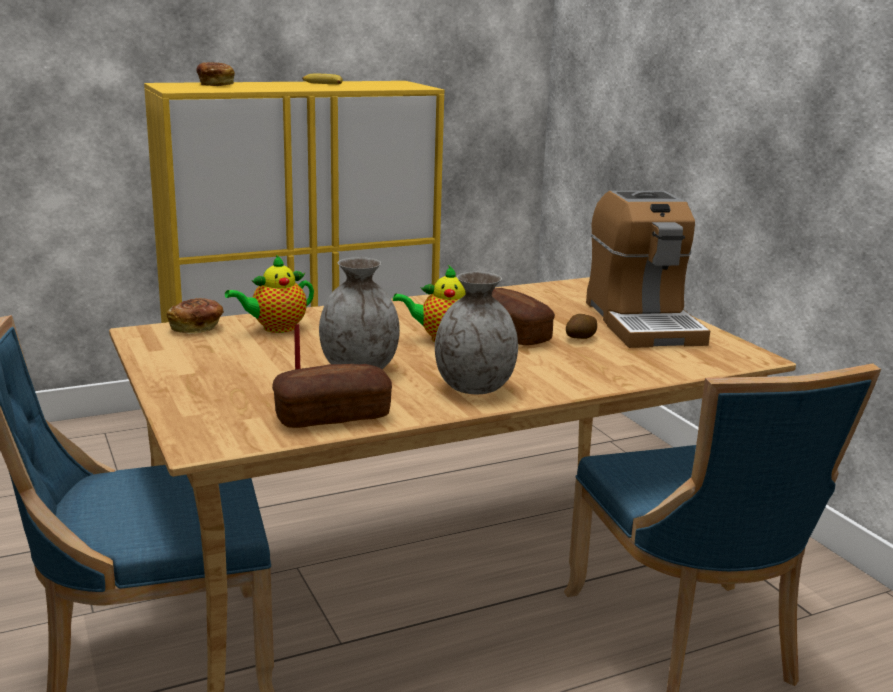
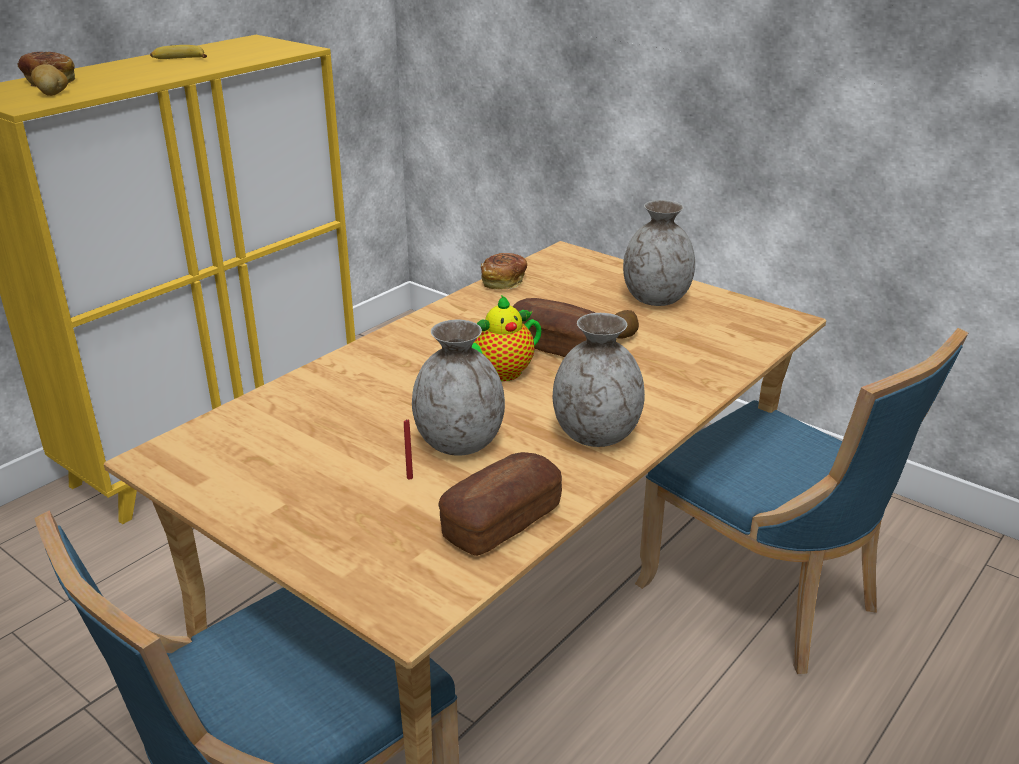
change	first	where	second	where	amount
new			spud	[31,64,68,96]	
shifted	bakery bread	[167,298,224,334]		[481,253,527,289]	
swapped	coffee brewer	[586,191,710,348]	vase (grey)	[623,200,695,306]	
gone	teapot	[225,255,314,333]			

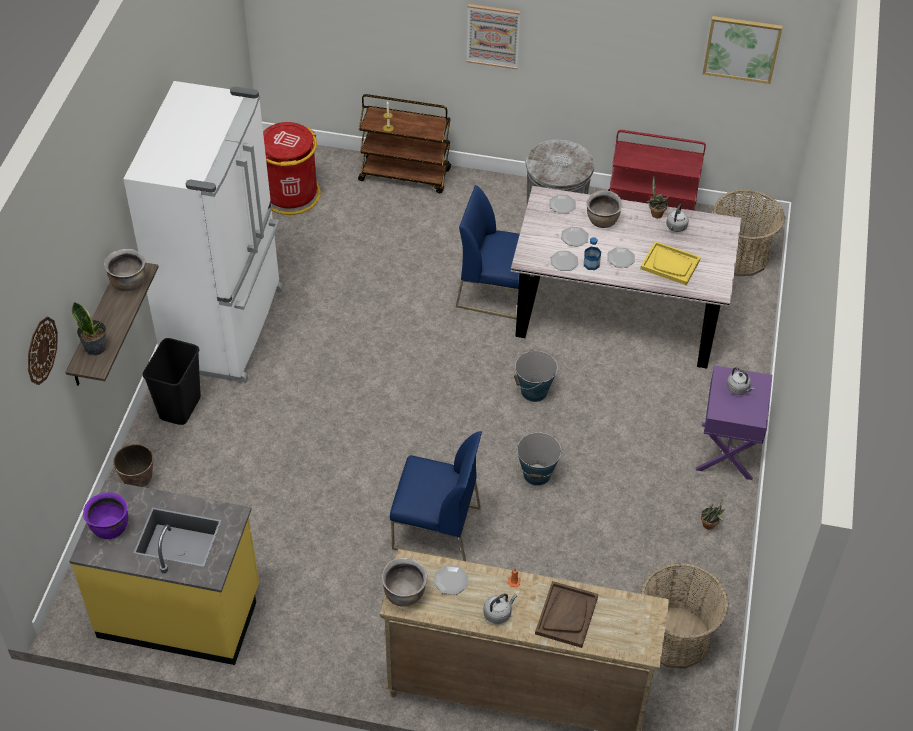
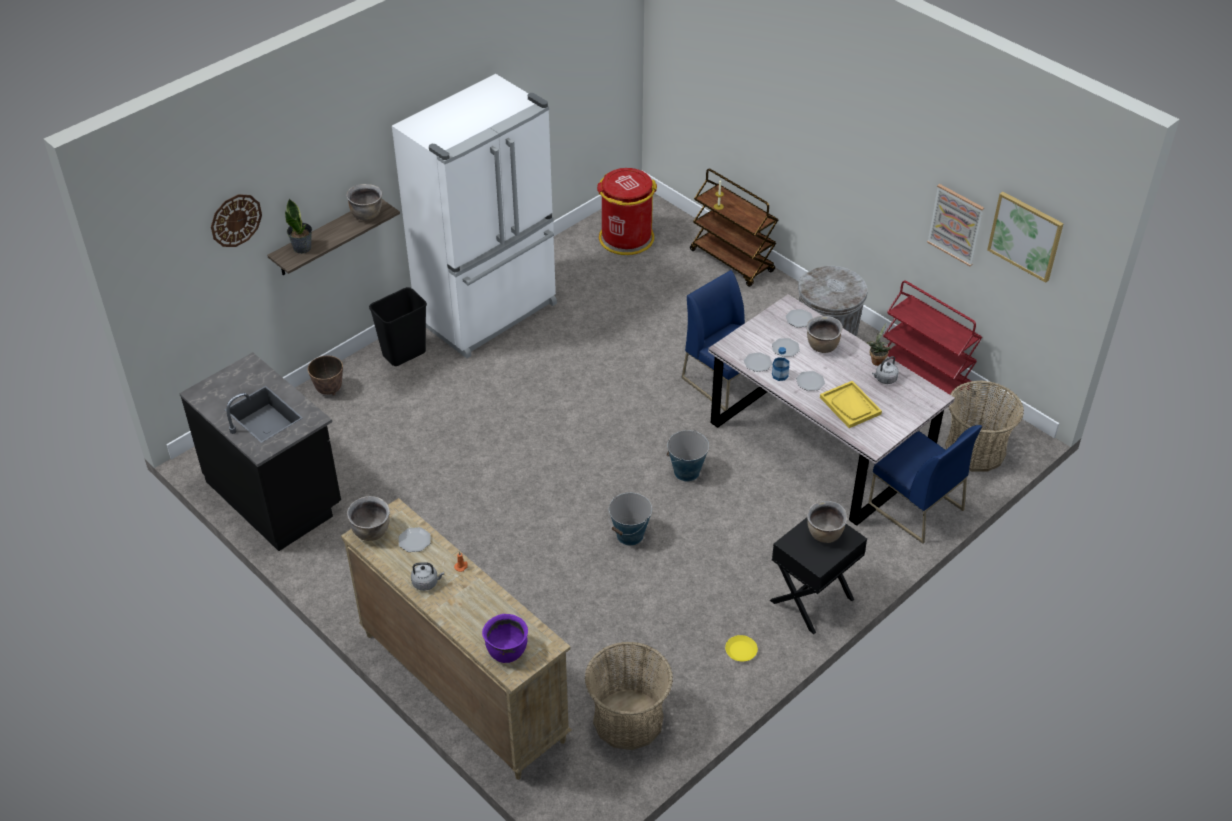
change	first	where	second	where	amount
repainted	kitchen counter (yellow)	[69,480,259,665]	kitchen counter (black)	[179,352,341,551]	
shifted	stockpot (purplish)	[83,492,128,539]		[482,614,528,663]	
swapped	potted plant	[701,500,725,530]	dinner plate (yellow)	[725,635,758,662]	
repainted	night table (purplish)	[696,365,772,480]	night table (black)	[770,518,867,634]	
swapped	water kettle (grey)	[726,367,755,395]	stockpot (brownish)	[807,500,847,543]	
shifted	plain chair (blue)	[390,431,482,561]		[868,425,982,544]	
shifted	wall art	[467,4,521,69]		[927,184,984,266]	
gone	serving tray (brownish)	[535,581,598,648]			

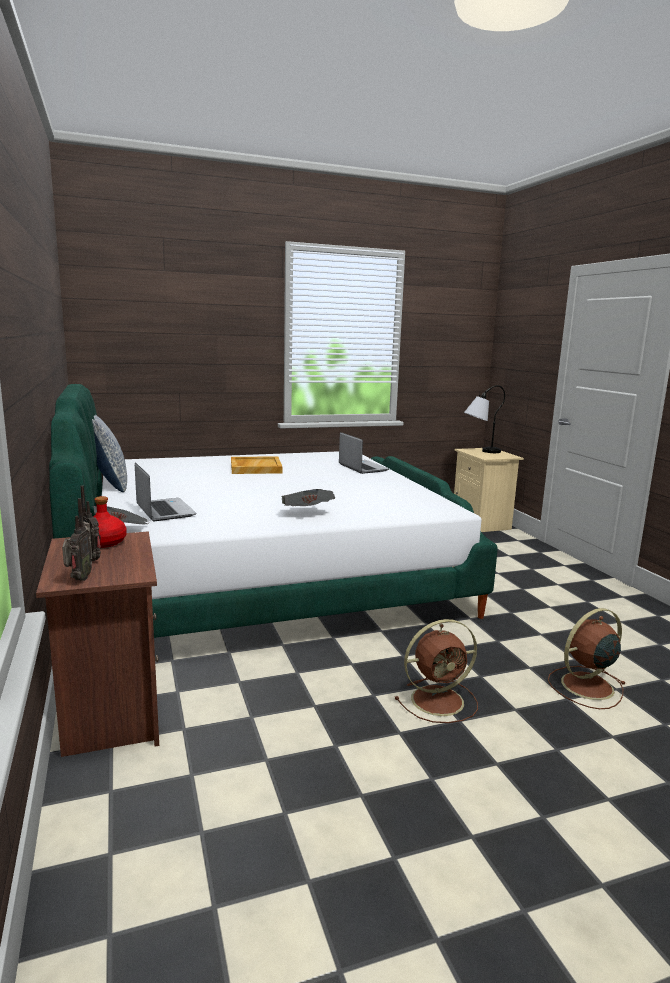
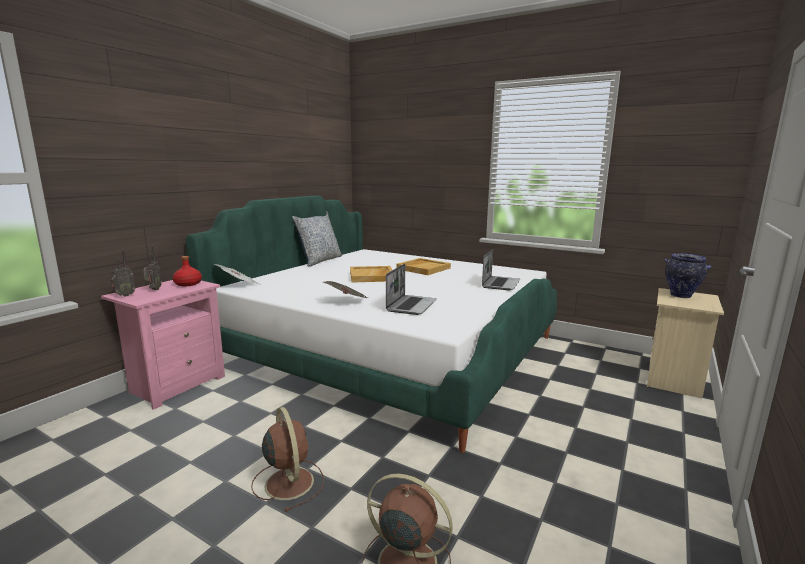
change	first	where	second	where	amount
repainted	night table (brownish)	[36,531,159,757]	night table (pink-coloured)	[101,280,225,410]	
rotated	cooling fan (brownish)	[395,619,478,723]		[251,407,324,512]	150 degrees counterclockwise
new			serving tray (beige)	[350,266,392,283]	
shifted	laptop	[135,462,196,521]		[386,264,437,315]	
swapped	tabletop lamp	[464,385,505,453]	vase	[665,253,711,298]	

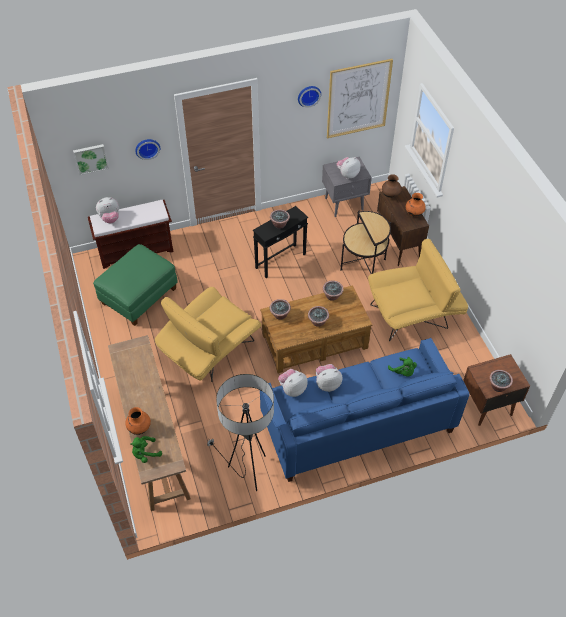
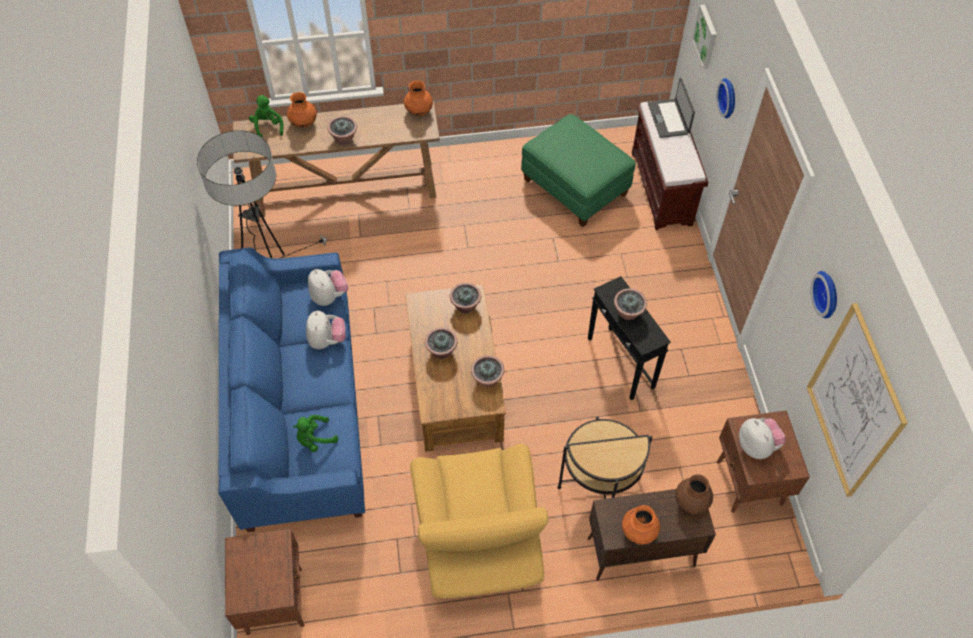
change	first	where	second	where	amount
shifted	potted plant	[489,370,513,392]		[327,116,357,145]	
new			vase (orange)	[404,80,433,116]	
swapped	soft toy	[96,197,119,223]	laptop	[648,78,695,138]	
repainted	night table (grey)	[322,157,372,217]	night table (brownish)	[717,410,810,513]	
gone	lounge chair (yellow)	[155,287,261,382]			

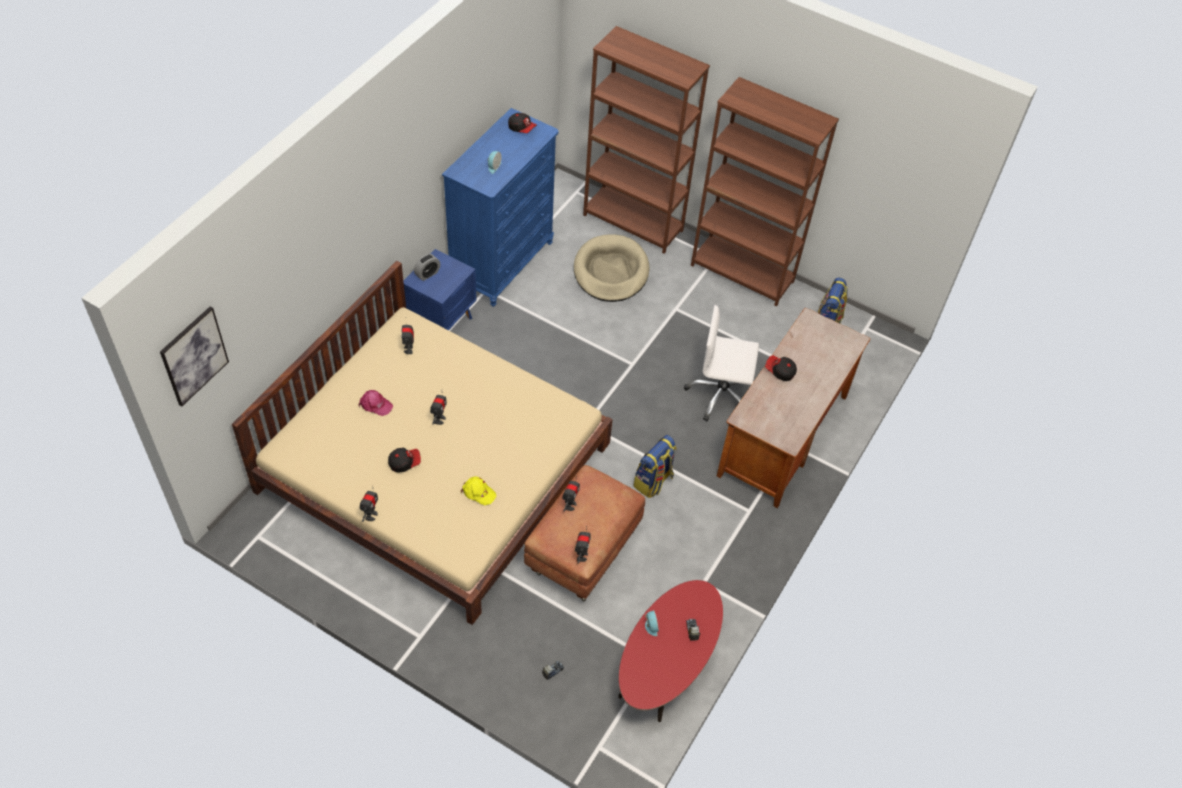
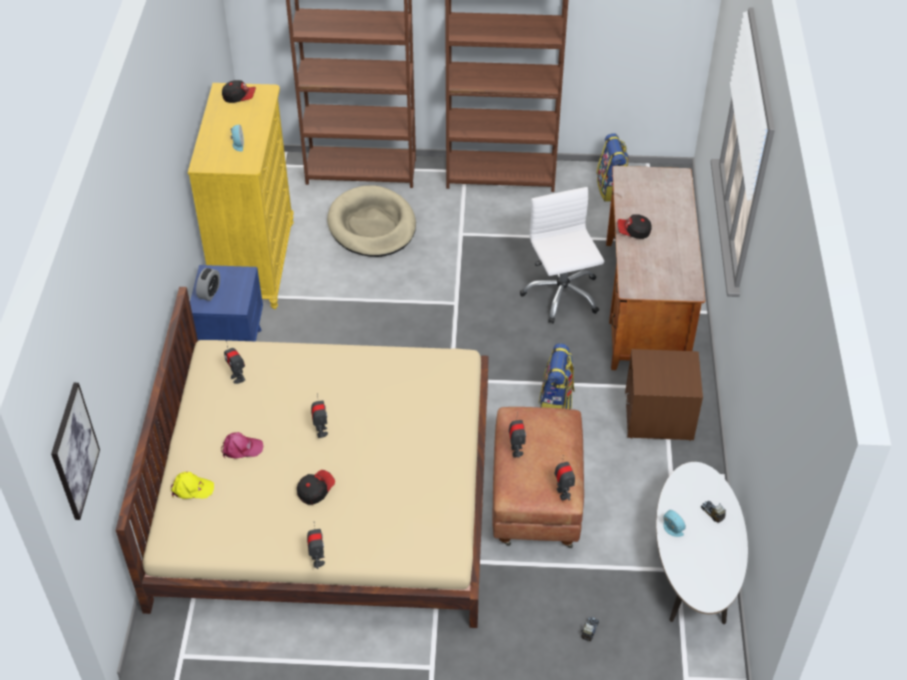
change	first	where	second	where	amount
shifted	cap (yellow)	[461,476,496,505]		[171,472,214,499]	
repainted	drawer chest (blue)	[442,108,558,307]	drawer chest (yellow)	[188,83,294,309]	
rotated	office chair (white)	[684,305,759,421]		[520,187,604,324]	90 degrees clockwise
new			night table (brownish)	[625,349,703,441]	
repainted	lounge table (reddish)	[618,580,723,722]	lounge table (white)	[656,462,748,624]	

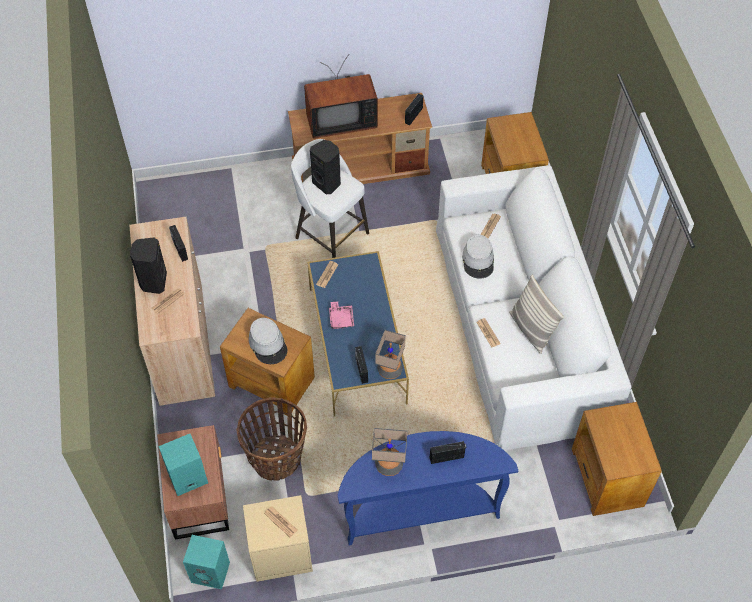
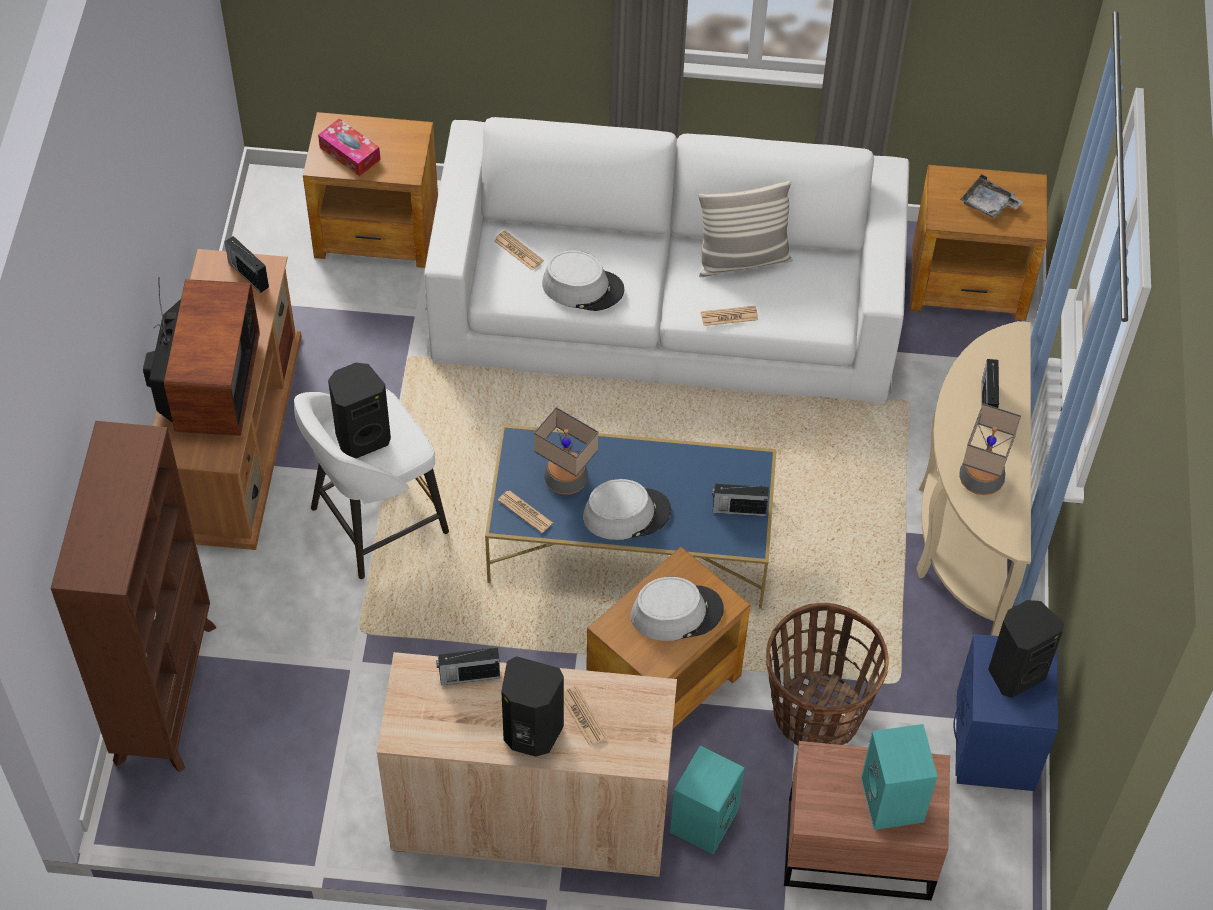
change	first	where	second	where	amount
new			bookshelf (brownish)	[51,421,216,772]	
new			tissue box	[318,118,380,176]	
shifted	tabletop lamp	[375,330,406,379]		[534,407,598,495]	
swapped	serving tray (pink-coloured)	[329,302,354,329]	wearable hat (grey)	[583,479,671,540]	
shifted	loudspeaker (turquoise)	[183,535,230,589]		[670,746,744,854]	
repainted	hall table (blue)	[338,431,518,545]	hall table (beige)	[916,321,1031,636]	
repainted	night table (beige)	[243,495,313,582]	night table (blue)	[954,634,1058,791]	
new			serving tray (grey)	[960,174,1023,218]	
swapped	daily paper	[264,507,297,537]	loudspeaker (black)	[988,600,1063,698]	

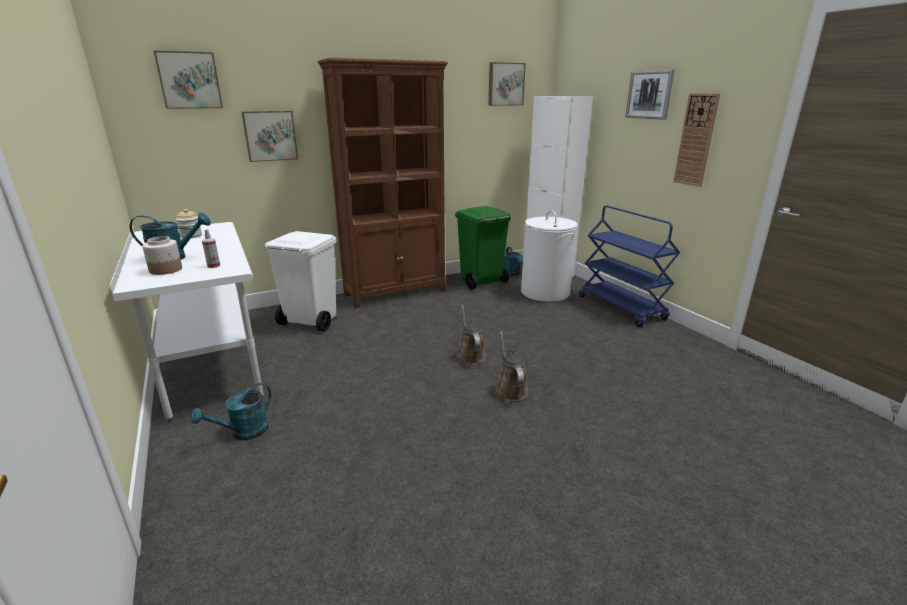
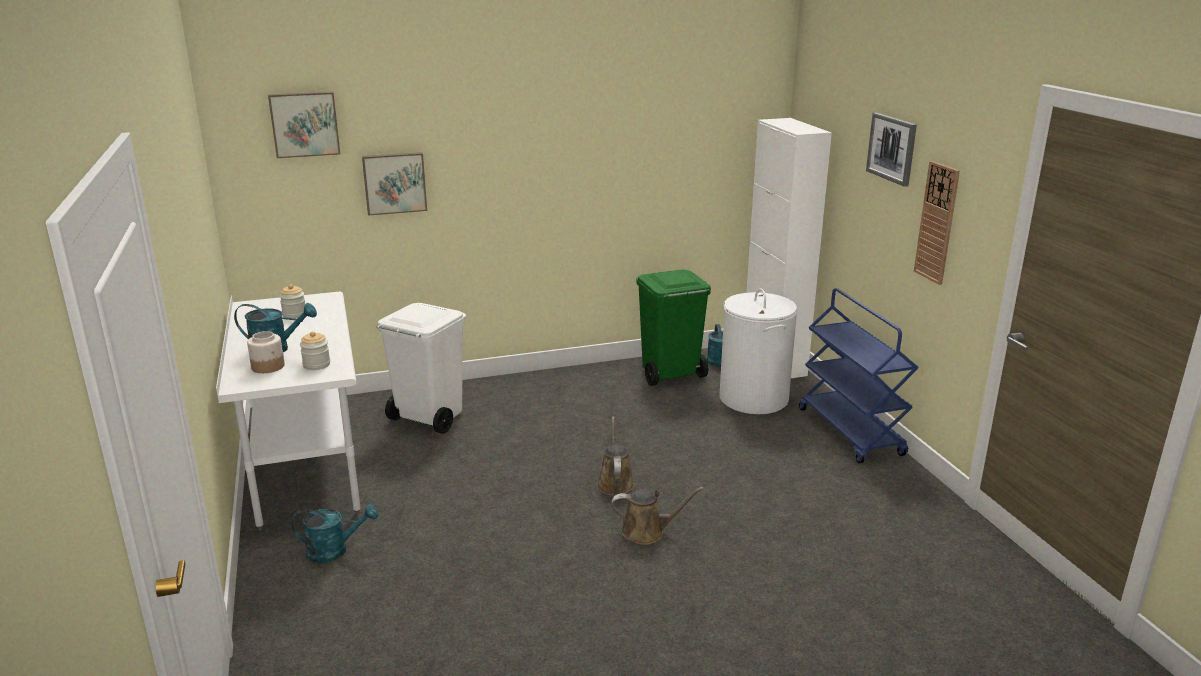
change	first	where	second	where	amount
rotated	sprinkling can (turquoise)	[190,383,271,440]		[291,504,378,563]	150 degrees counterclockwise
swapped	sprayer	[202,229,220,268]	jar	[300,331,330,370]	
rotated	sprinkling can (brownish)	[495,331,529,401]		[611,487,704,545]	90 degrees clockwise
gone	bookshelf (brownish)	[318,58,448,308]			
gone	wall art	[488,62,526,106]			

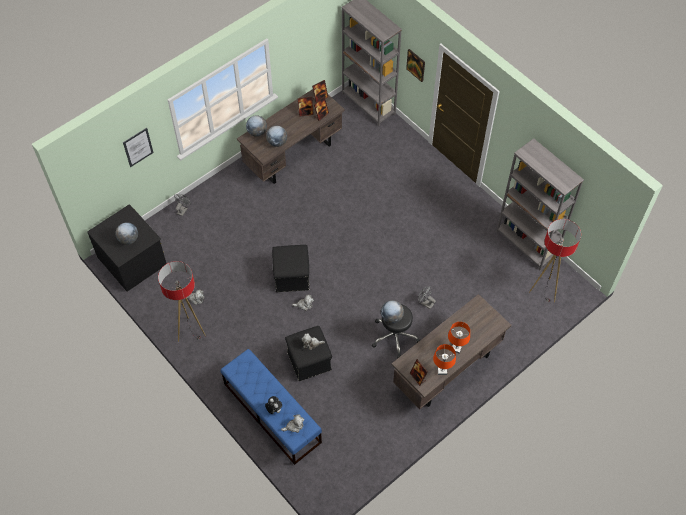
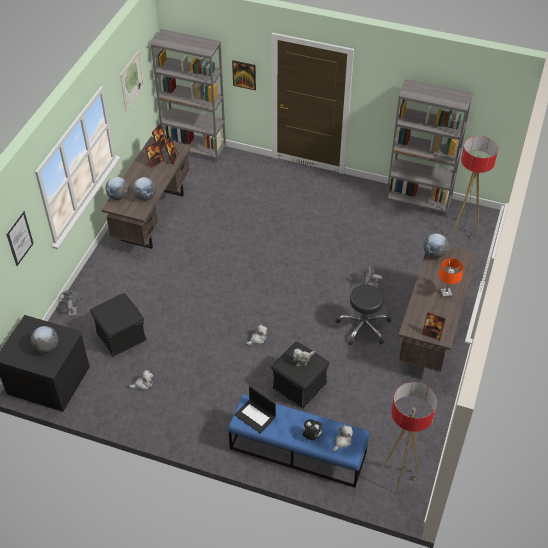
change	first	where	second	where	amount
shifted	footrest (black)	[272,245,310,292]		[90,293,147,357]	
new			wall art	[120,49,145,111]	
new			laptop	[234,386,276,433]	
shifted	floor lamp	[158,261,206,342]		[385,382,437,494]	
shifted	desk globe	[381,300,404,324]		[423,233,448,258]	
gone	tabletop lamp (orange)	[433,344,456,375]			

